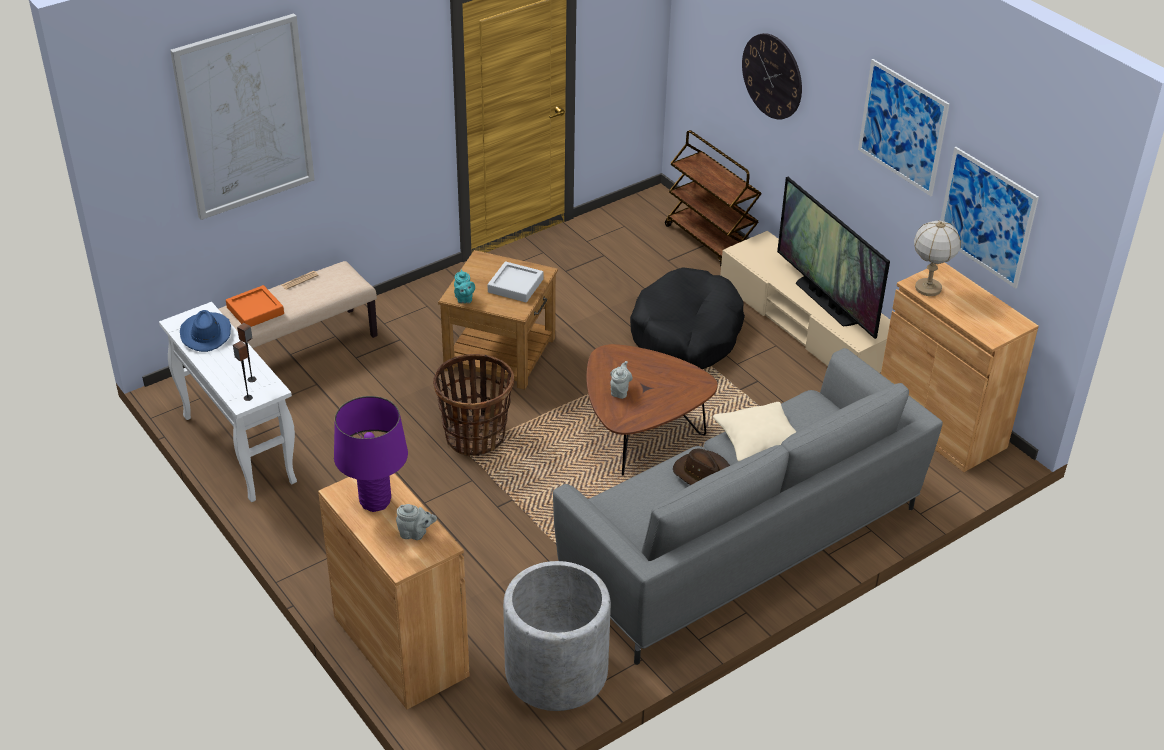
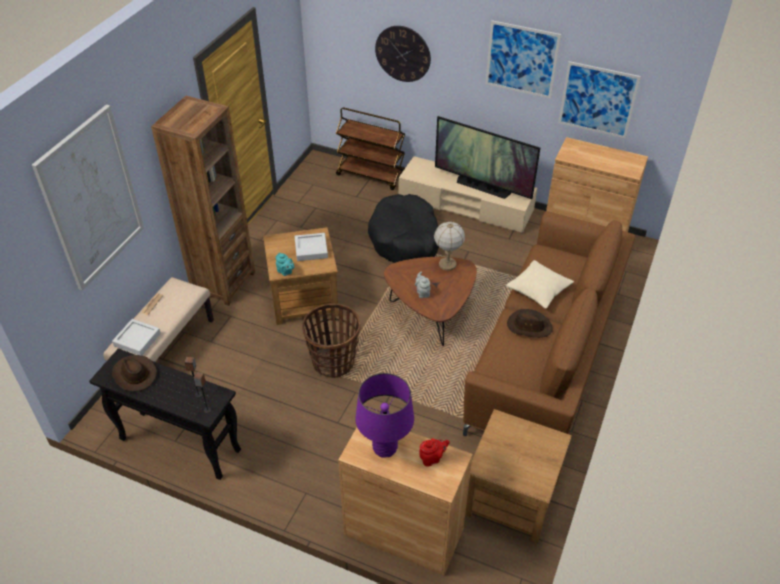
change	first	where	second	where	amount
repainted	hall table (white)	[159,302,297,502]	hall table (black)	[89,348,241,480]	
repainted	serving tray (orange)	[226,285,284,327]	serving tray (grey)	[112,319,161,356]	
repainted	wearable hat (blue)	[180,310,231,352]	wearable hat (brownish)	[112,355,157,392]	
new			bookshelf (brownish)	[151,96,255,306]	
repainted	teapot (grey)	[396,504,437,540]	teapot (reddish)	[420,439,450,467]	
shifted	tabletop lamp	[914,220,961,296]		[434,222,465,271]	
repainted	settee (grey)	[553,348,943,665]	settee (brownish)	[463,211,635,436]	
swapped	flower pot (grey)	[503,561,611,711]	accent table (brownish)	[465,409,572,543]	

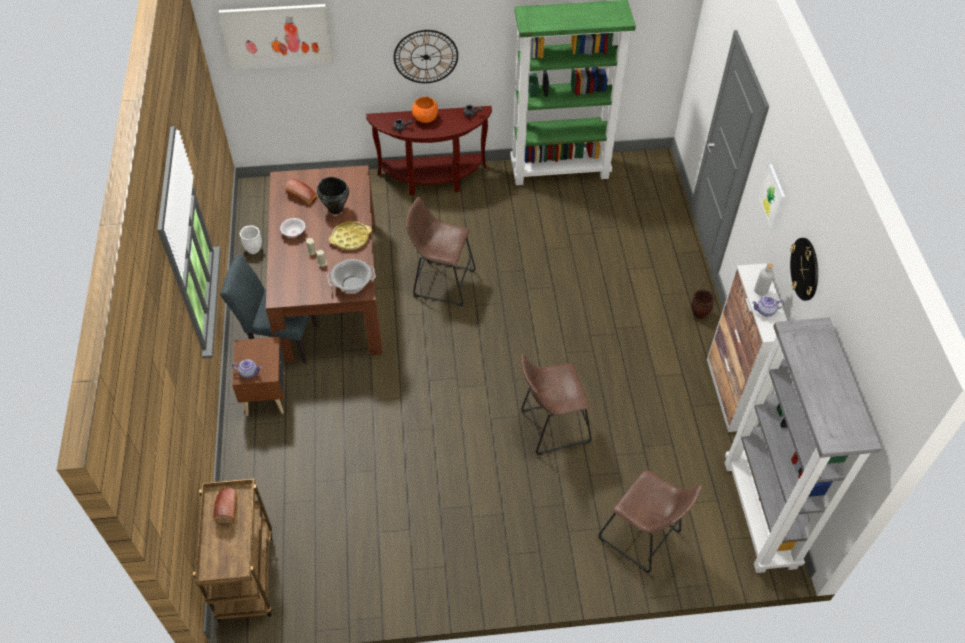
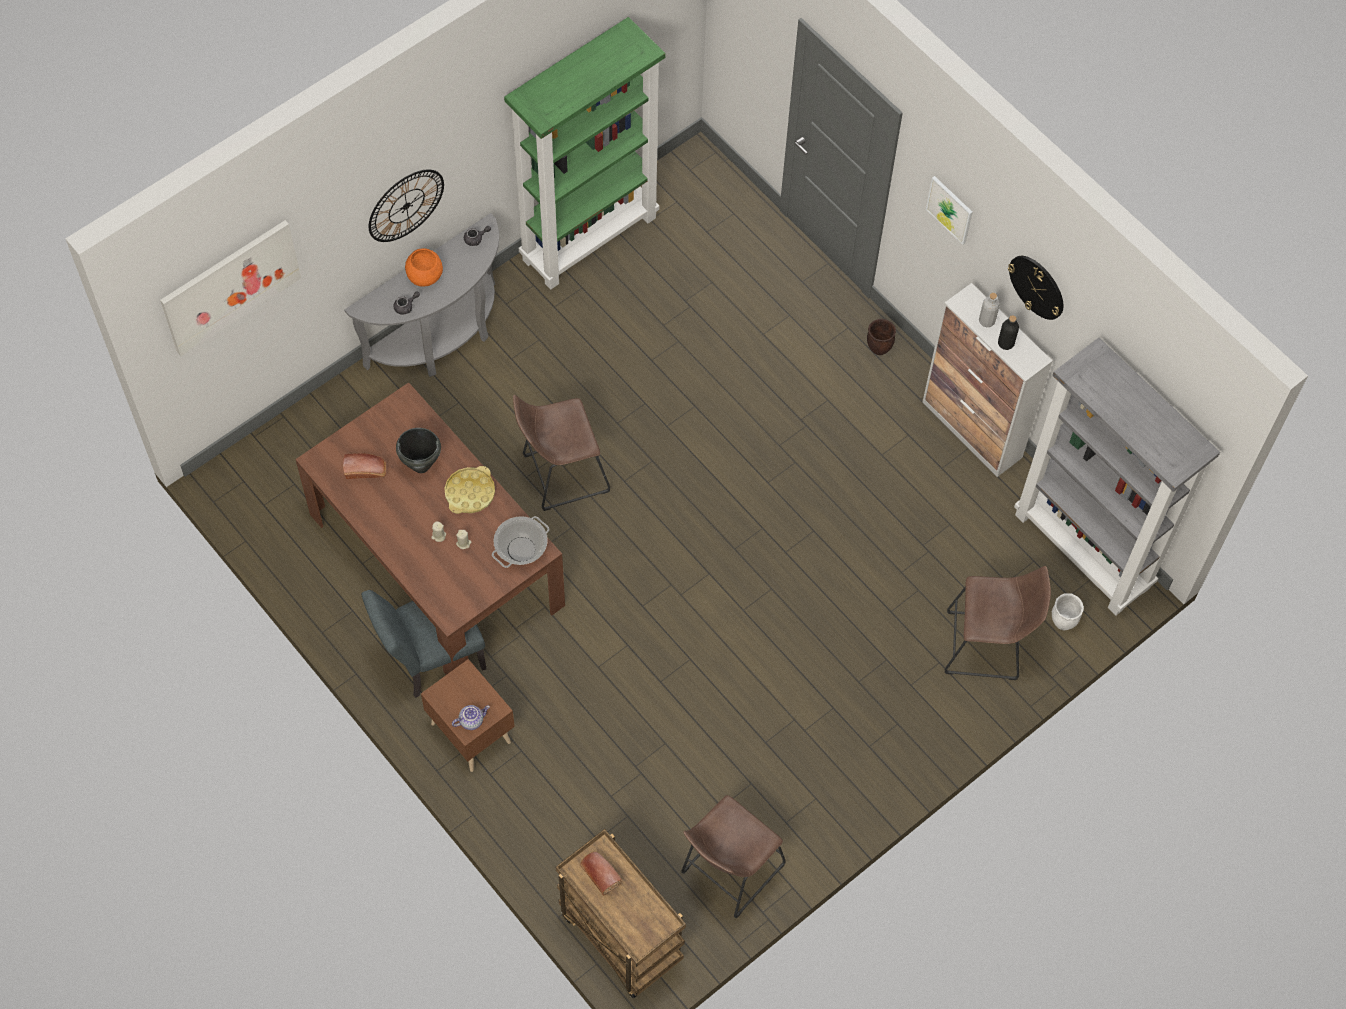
change	first	where	second	where	amount
repainted	hall table (brownish)	[366,106,492,196]	hall table (grey)	[344,213,499,377]	
shifted	sitting stool (brownish)	[521,354,592,455]		[682,795,786,918]	
swapped	teapot	[752,296,785,316]	drink bottle (black)	[998,315,1019,350]	
shifted	flower pot (white)	[240,225,262,254]		[1052,593,1084,630]	
gone	deep dish (white)	[280,218,305,237]			

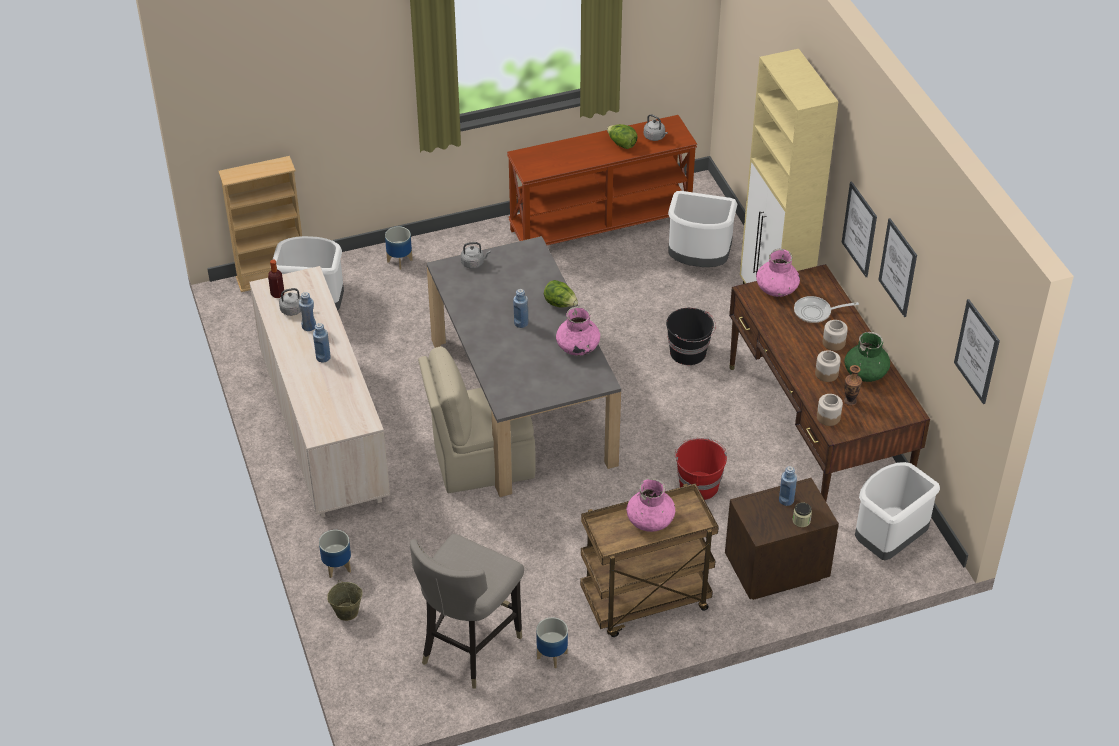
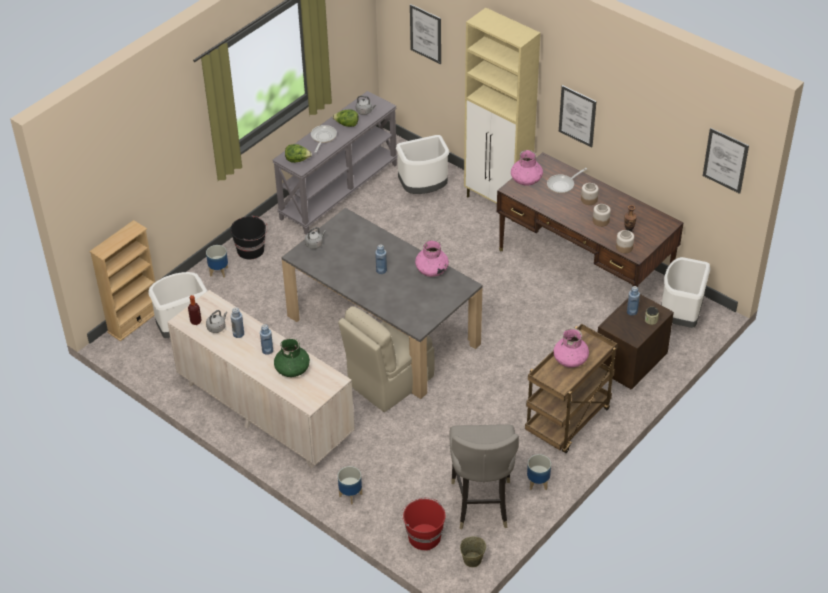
change	first	where	second	where	amount
shifted	water bucket (black)	[666,308,716,365]		[230,216,268,260]	
repainted	hall table (brownish)	[507,115,697,245]	hall table (grey)	[272,91,398,234]	
shifted	vase (green)	[844,332,890,382]		[274,338,310,377]	
shifted	head of lettuce	[544,280,578,308]		[285,144,312,163]	
new			pan	[311,125,337,153]	
shifted	water bucket (reddish)	[675,438,727,500]		[401,497,446,551]	
shifted	wall art	[878,218,917,317]		[410,4,441,64]	
shifted	water bucket (beige)	[327,580,363,621]		[460,536,486,567]	

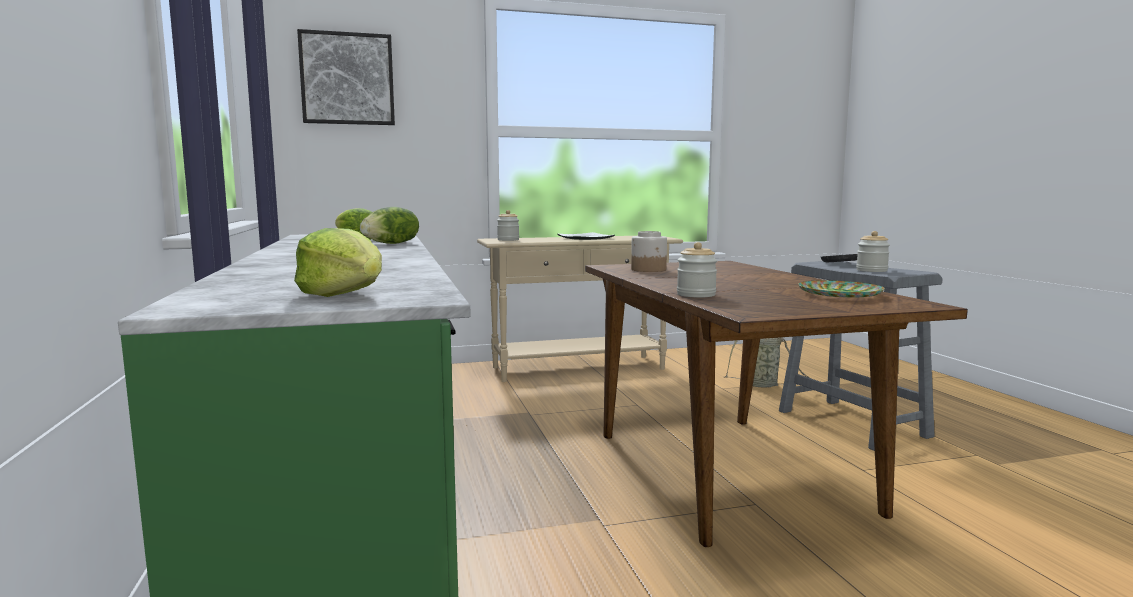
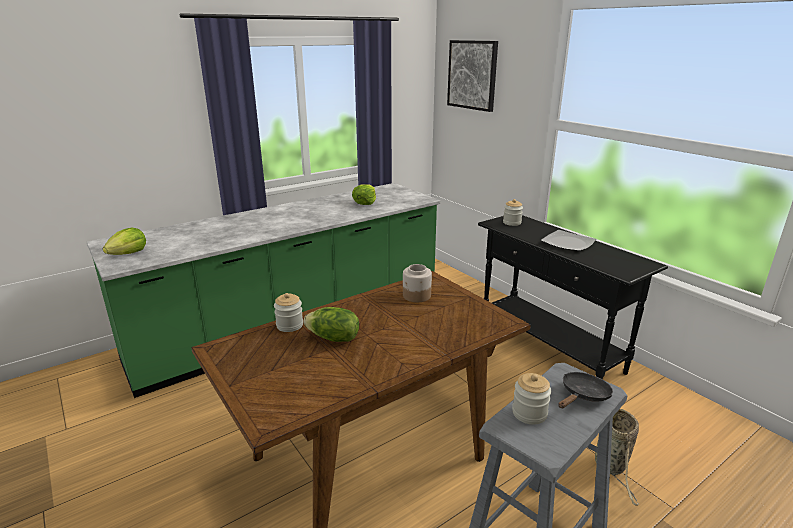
change	first	where	second	where	amount
shifted	head of lettuce	[360,207,419,244]		[304,307,359,342]	
repainted	hall table (beige)	[477,236,683,382]	hall table (black)	[478,215,668,380]	
gone	dinner plate	[798,280,885,298]			

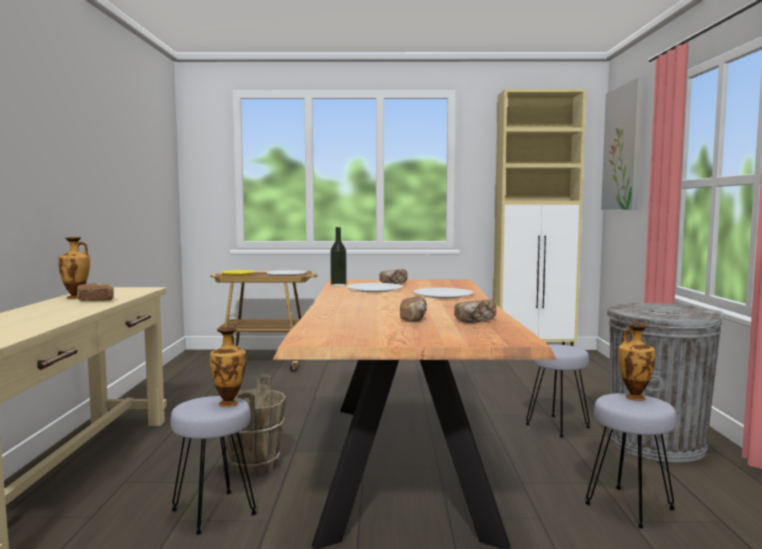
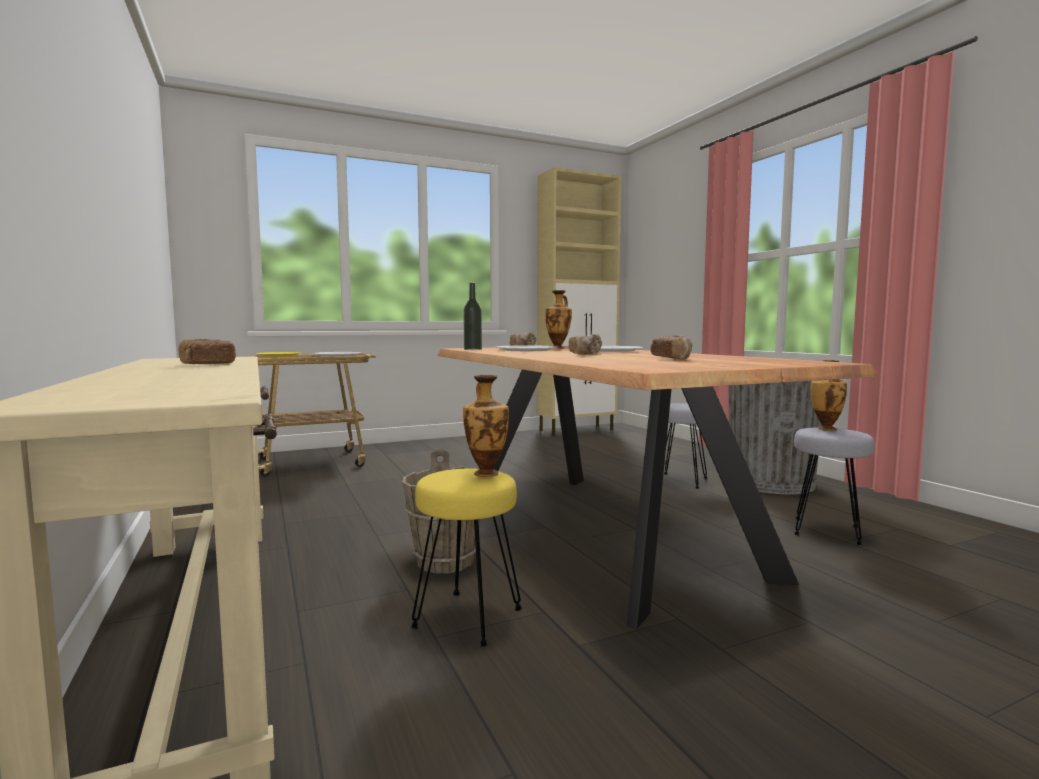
change	first	where	second	where	amount
repainted	sitting stool (grey)	[171,396,257,535]	sitting stool (yellow)	[411,468,522,647]	
shifted	vase	[58,237,90,299]		[545,290,572,349]	
shifted	bakery bread	[454,299,496,323]		[569,334,602,355]	
gone	wall art	[601,77,643,210]			

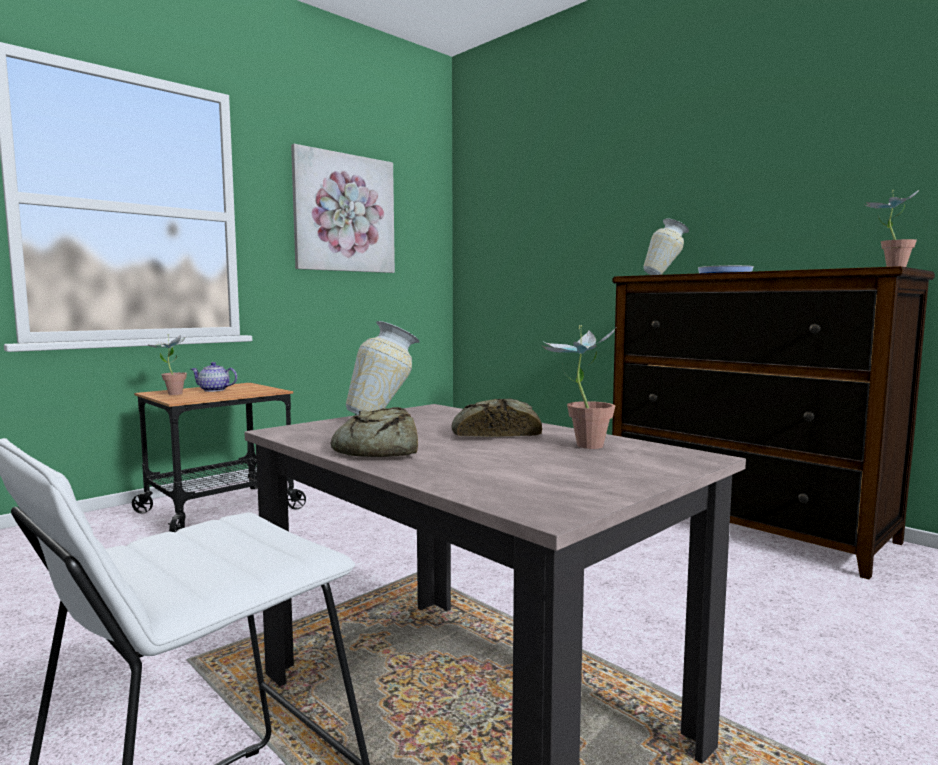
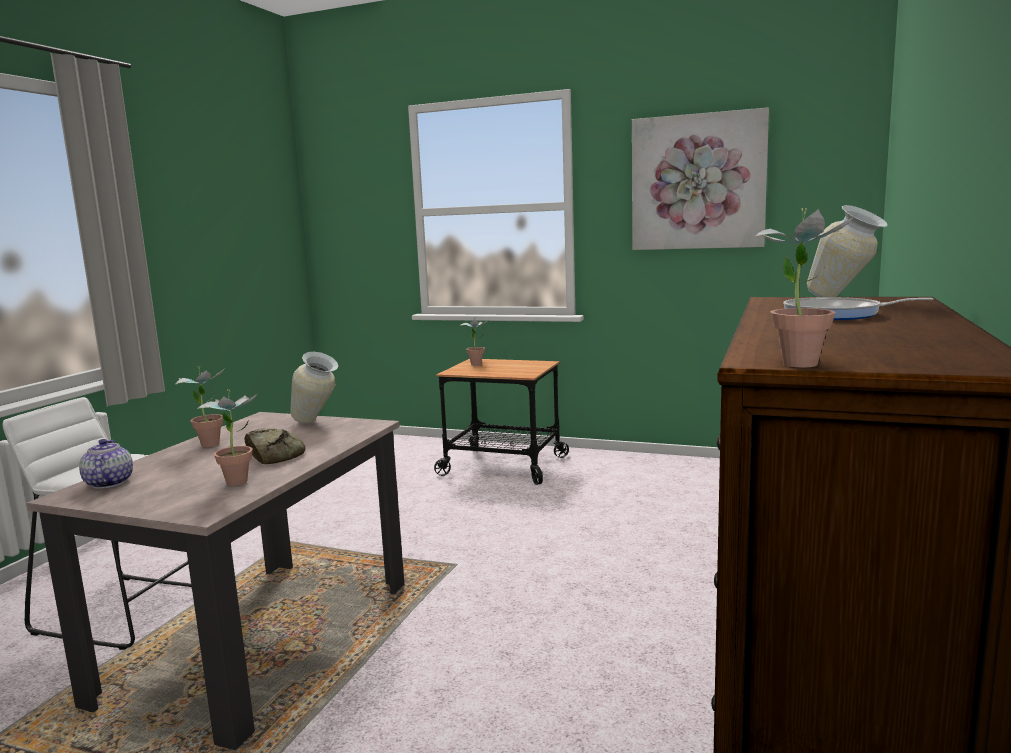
change	first	where	second	where	amount
shifted	teapot	[191,362,237,392]		[79,439,133,489]	
swapped	bakery bread	[330,407,418,457]	potted plant	[175,366,224,447]	

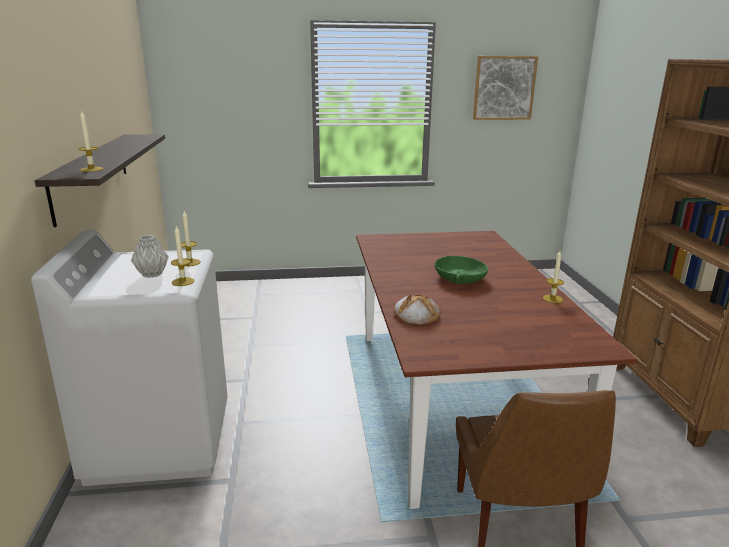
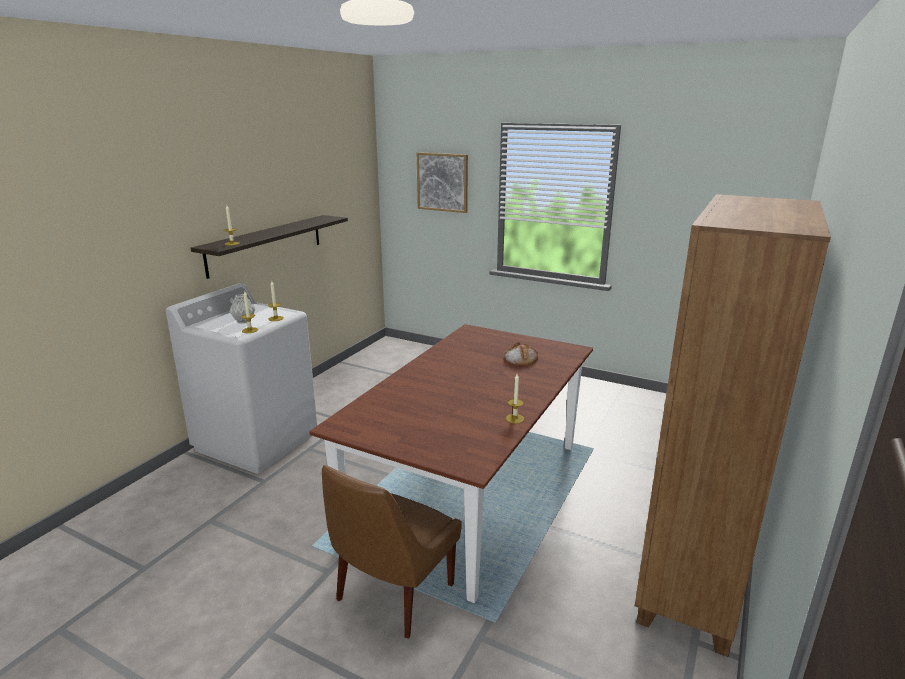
change	first	where	second	where	amount
shifted	wall art	[473,56,538,120]		[417,152,468,213]	
shifted	bakery bread	[394,293,441,325]		[505,342,538,365]	
gone	deep dish (green)	[435,256,488,284]			

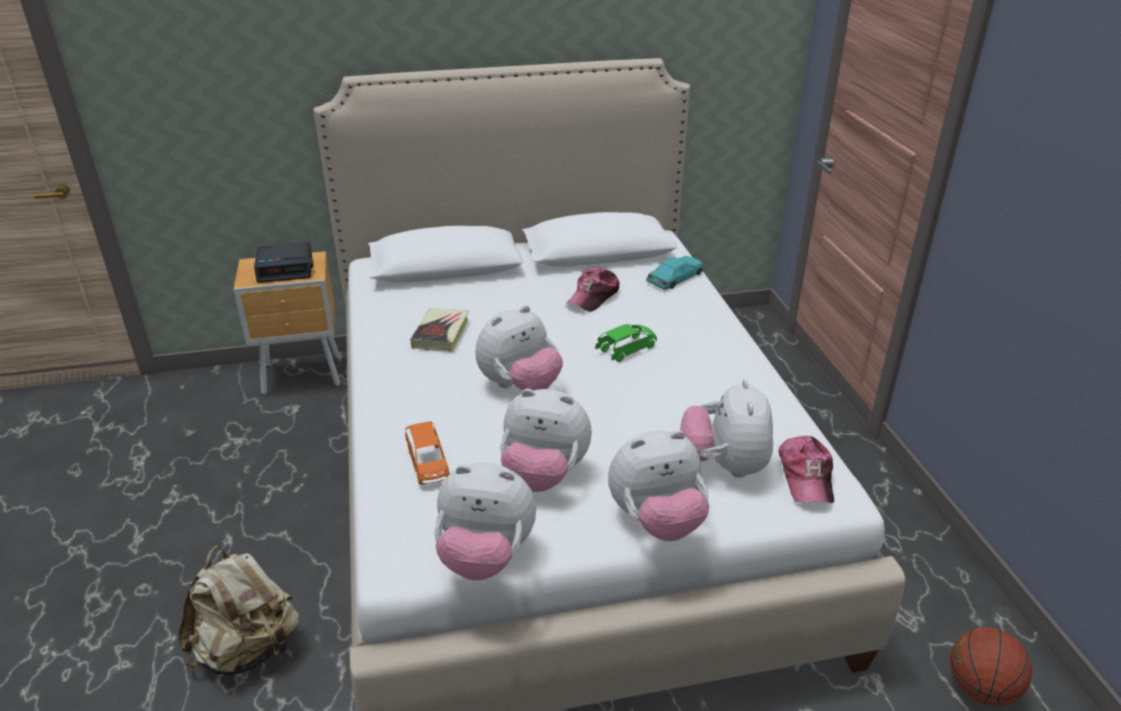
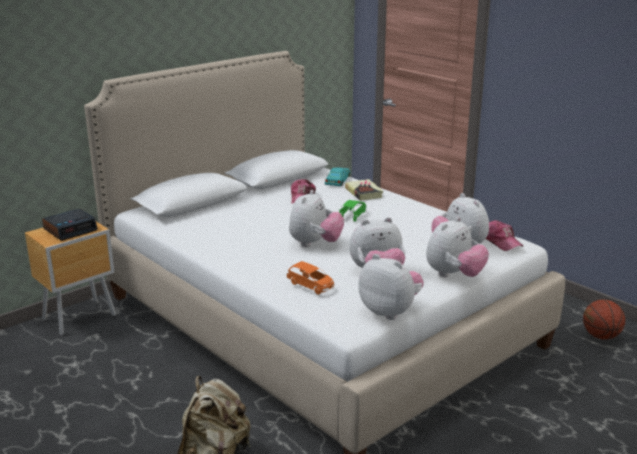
change	first	where	second	where	amount
shifted	bound book	[410,308,469,352]		[345,179,384,201]	
rotated	soft toy	[434,462,536,580]		[358,254,424,320]	120 degrees counterclockwise

